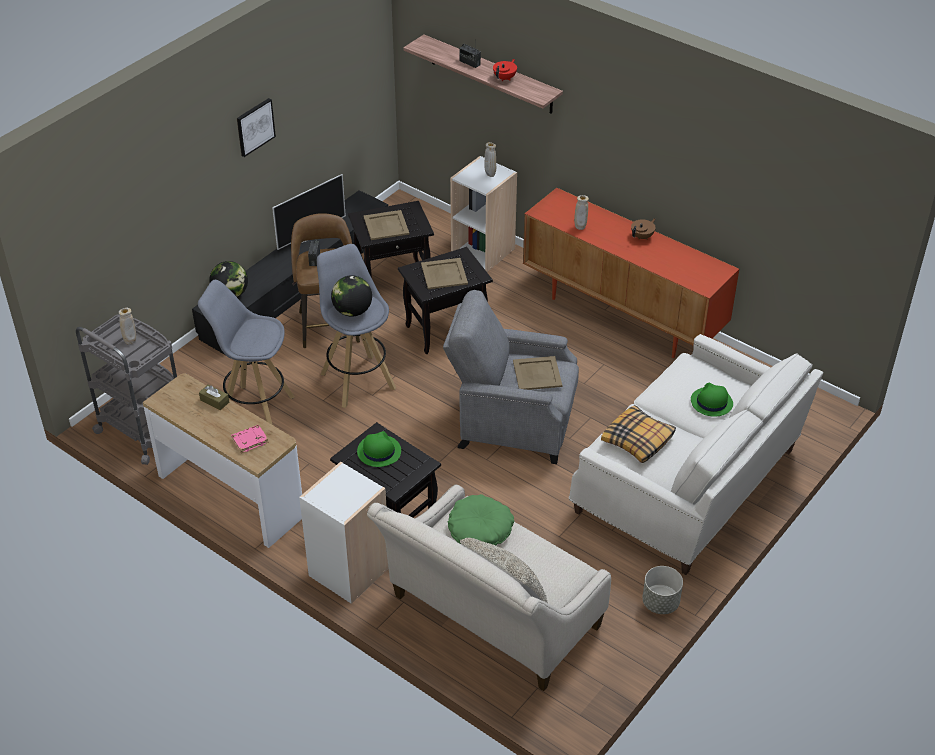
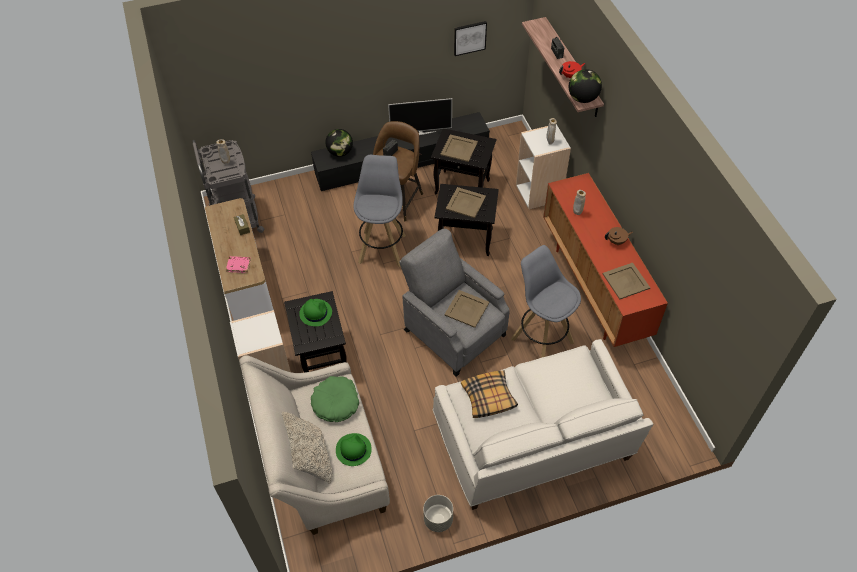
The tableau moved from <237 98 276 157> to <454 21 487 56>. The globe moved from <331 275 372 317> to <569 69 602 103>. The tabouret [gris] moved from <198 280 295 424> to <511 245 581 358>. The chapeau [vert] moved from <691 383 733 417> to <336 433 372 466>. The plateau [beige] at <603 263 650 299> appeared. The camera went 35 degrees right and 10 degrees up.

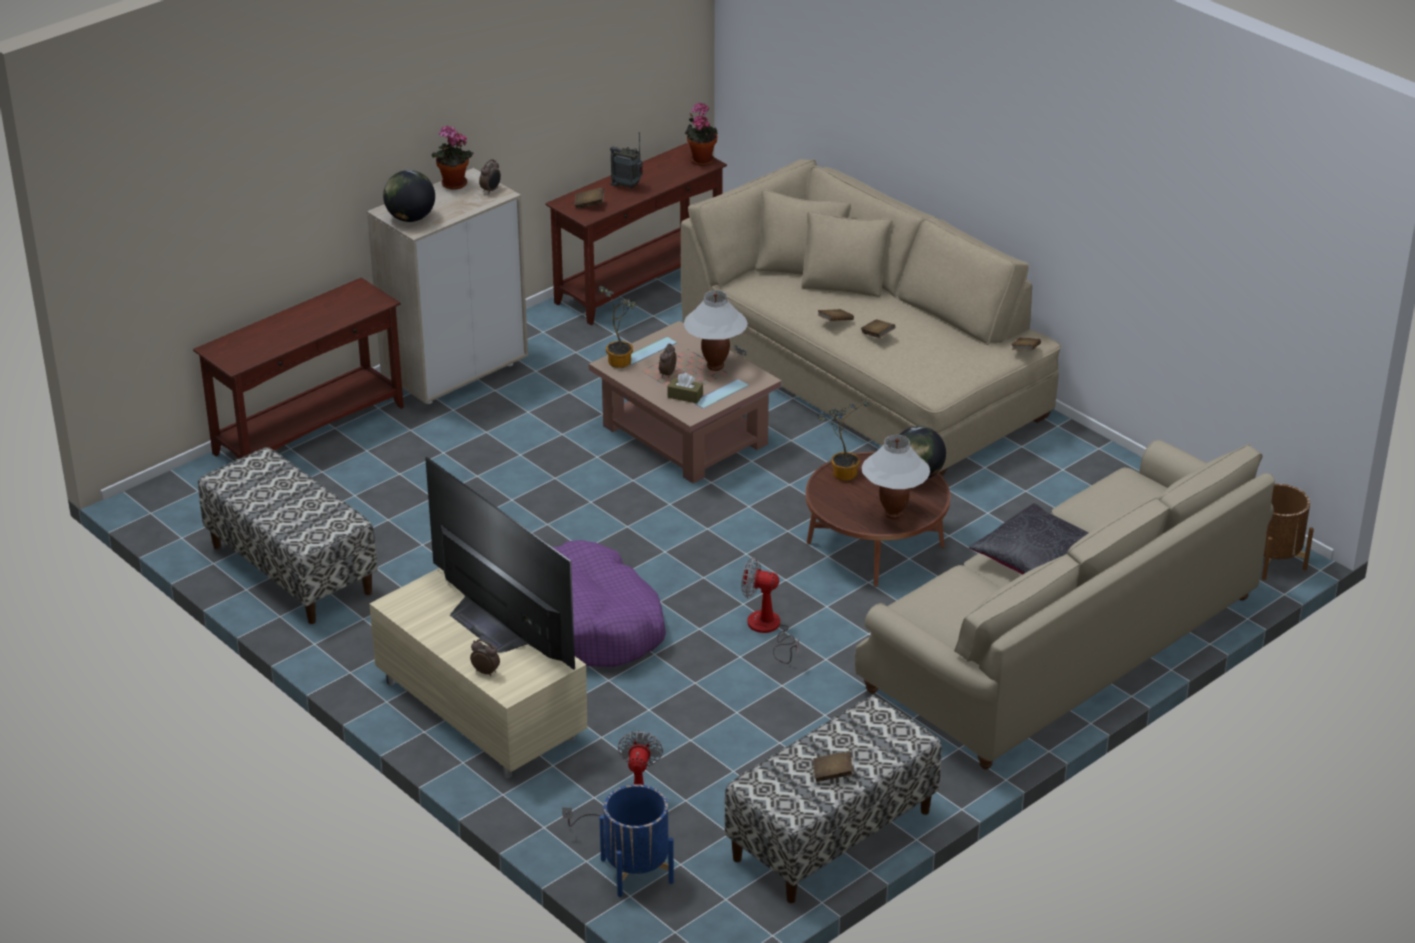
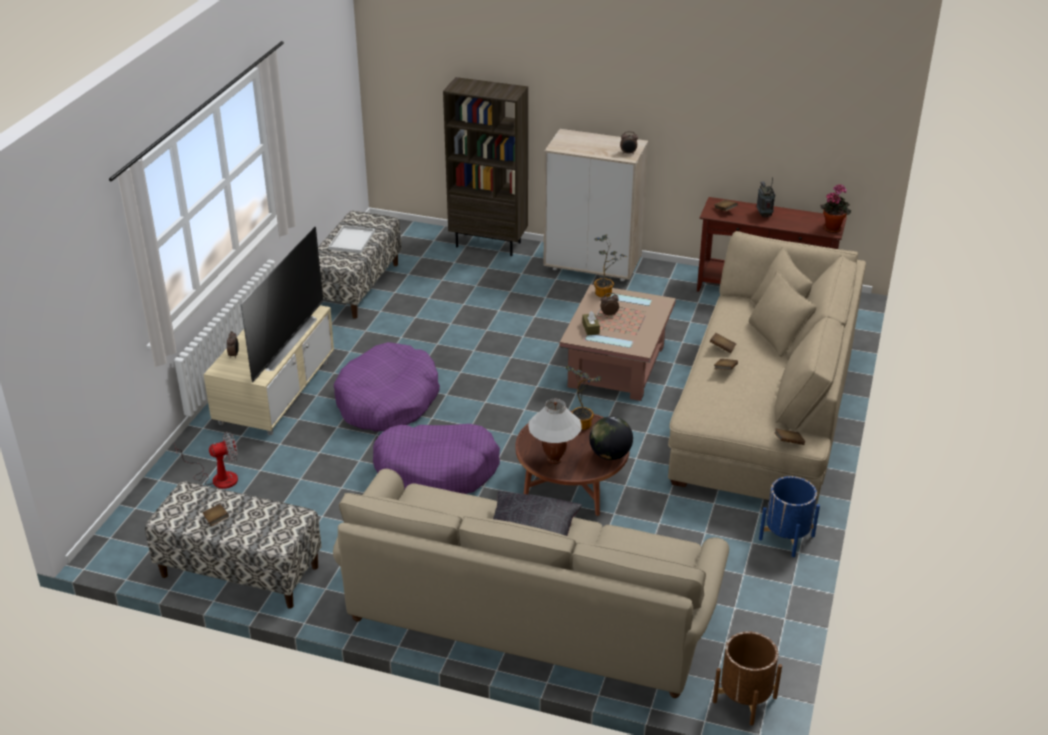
The plante en pot at <432 126 474 190> disappeared. The globe at <383 170 435 222> disappeared. The table console [marron] at <193 278 404 459> was replaced by the bibliothèque [marron] at <443 77 528 256>. The lampe de table [blanc] at <684 290 748 371> disappeared. The ventilateur at <741 558 799 664> was replaced by the panier pour chien [violet] at <373 424 500 494>. The cache-pot [bleu] moved from <600 784 674 897> to <759 476 820 557>. The plateau [blanc] at <328 225 375 253> appeared. The camera went 60 degrees right and 0 degrees up.

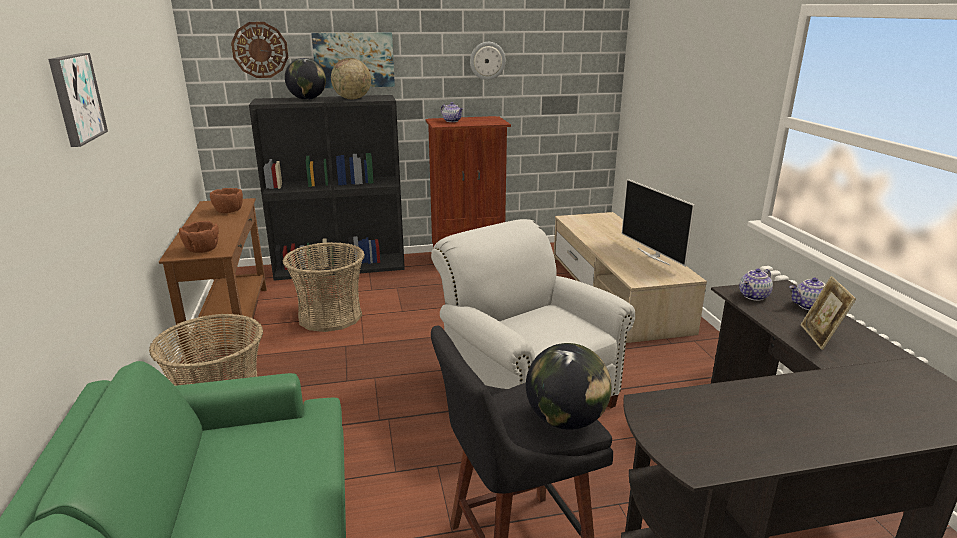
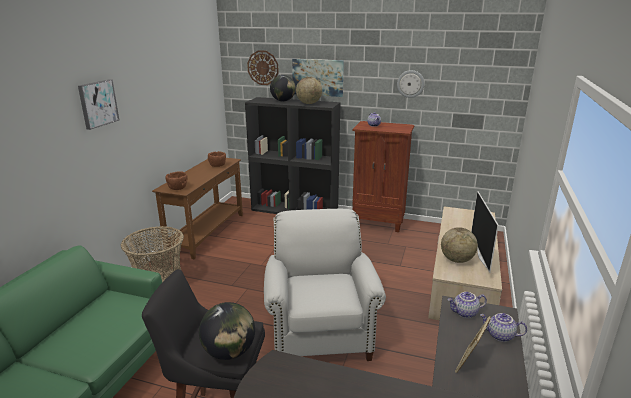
The panier at <283 242 365 332> disappeared. The globe at <441 227 478 263> appeared. The camera went 30 degrees right and 0 degrees up.

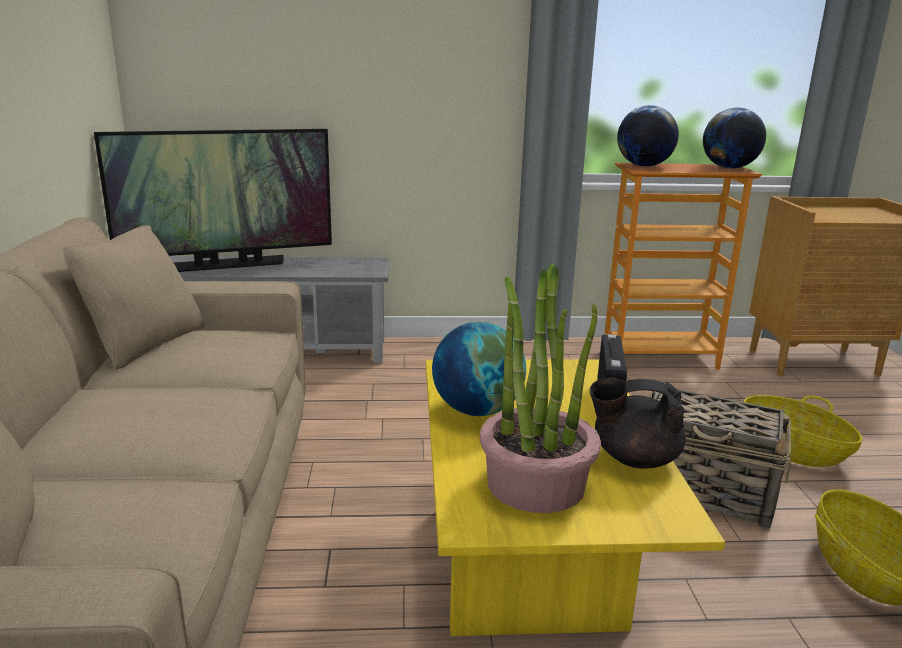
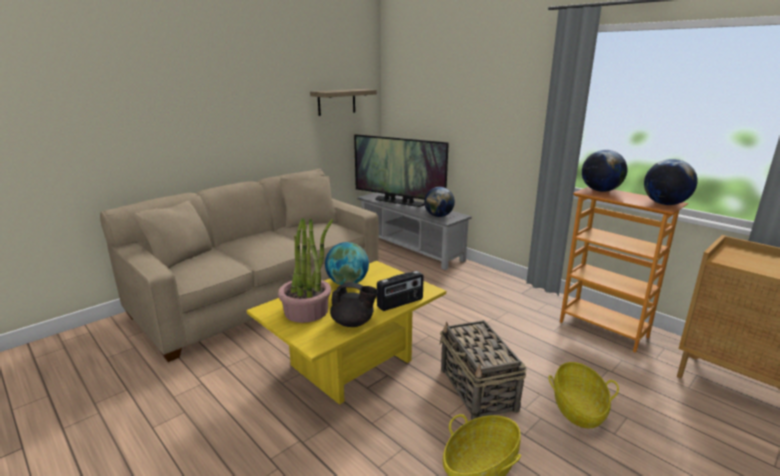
The théière [noir] at <590 378 686 469> turned 135 degrees clockwise. The étagère at <310 89 377 116> appeared. The globe at <424 187 455 217> appeared. The camera went 50 degrees right and 0 degrees up.

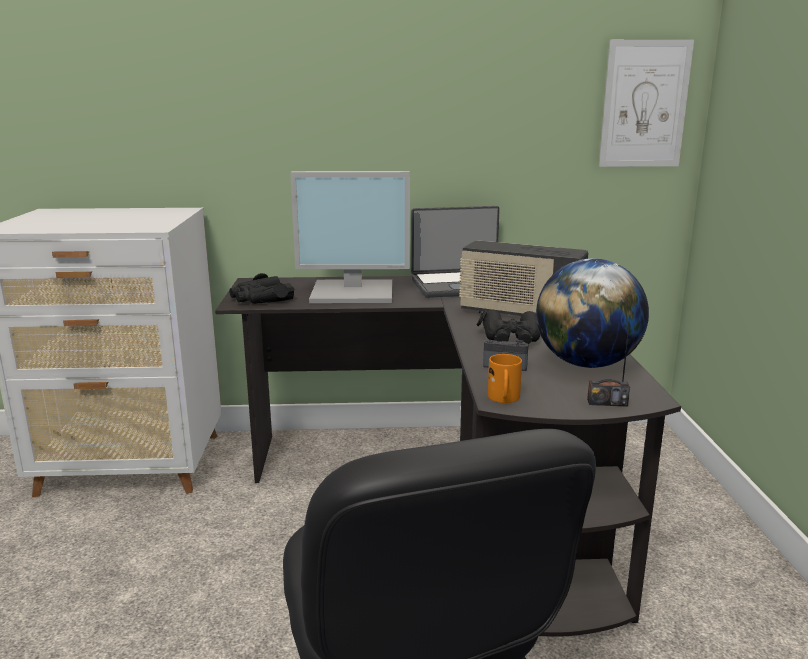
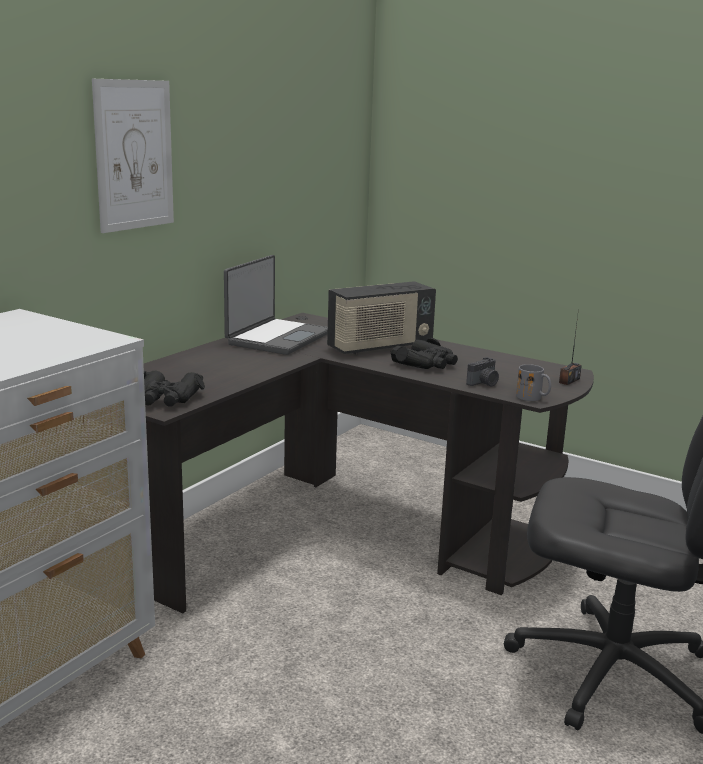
The tableau moved from <599 40 694 167> to <92 79 174 233>. The écran d'ordinateur at <290 171 410 303> disappeared. The globe at <536 258 649 368> disappeared. The mug [orange] at <488 354 522 403> became the mug [gris] at <516 364 551 401>. The camera went 55 degrees left and 0 degrees up.

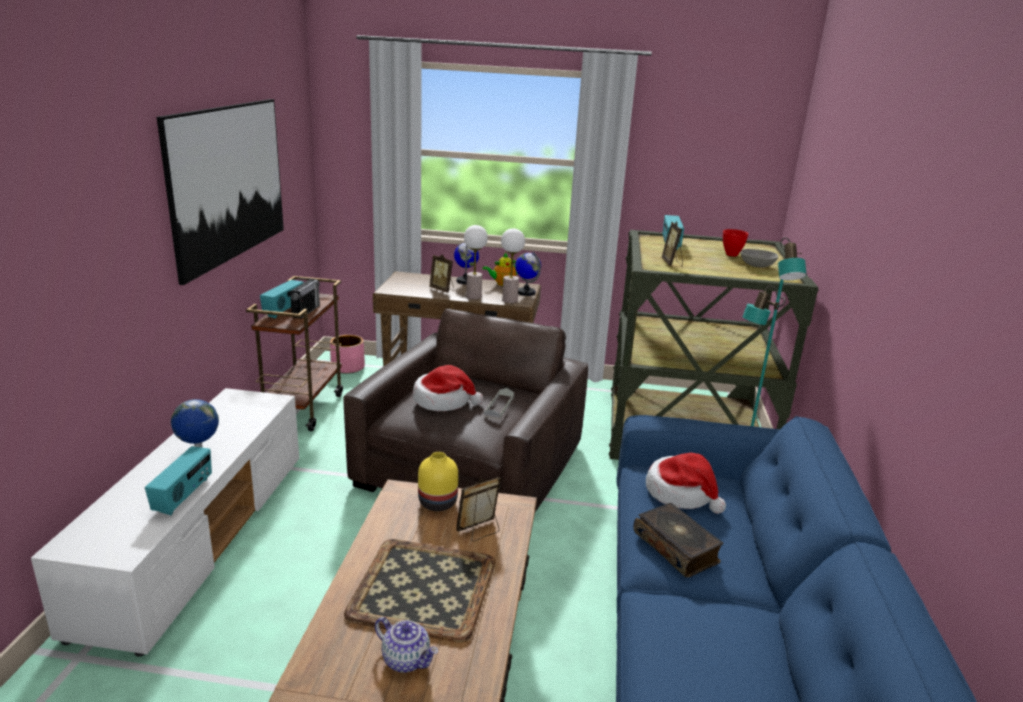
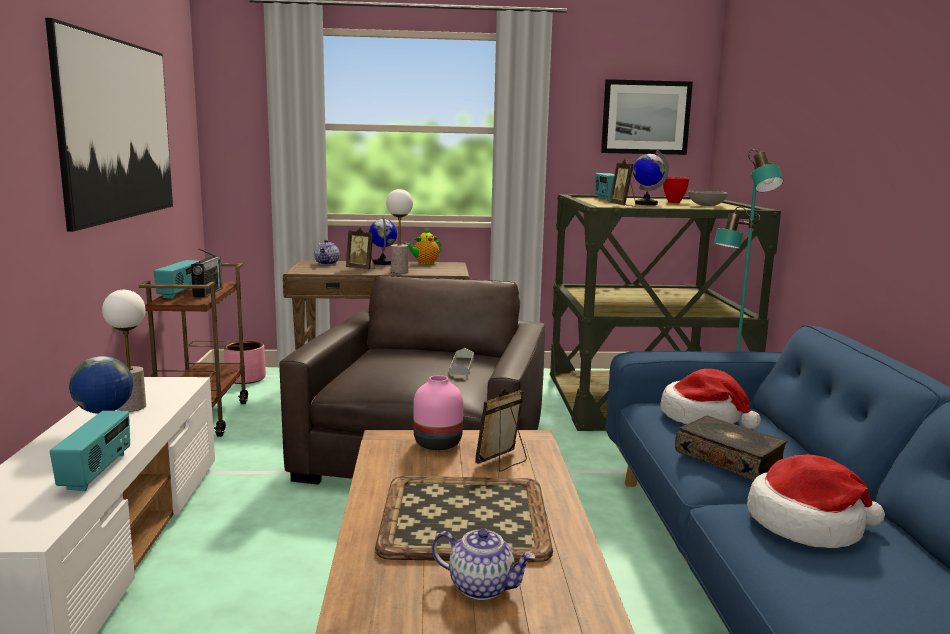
The lampe de table moved from <501 228 525 303> to <102 290 146 412>. The globe moved from <515 251 541 296> to <633 150 669 205>. The chapeau moved from <413 365 483 411> to <747 455 885 548>. The vase [jaune] at <418 452 458 511> became the vase [rose] at <413 375 463 450>. The tableau at <601 79 693 155> appeared. The théière at <314 239 340 265> appeared. The camera went 10 degrees left and 10 degrees down.

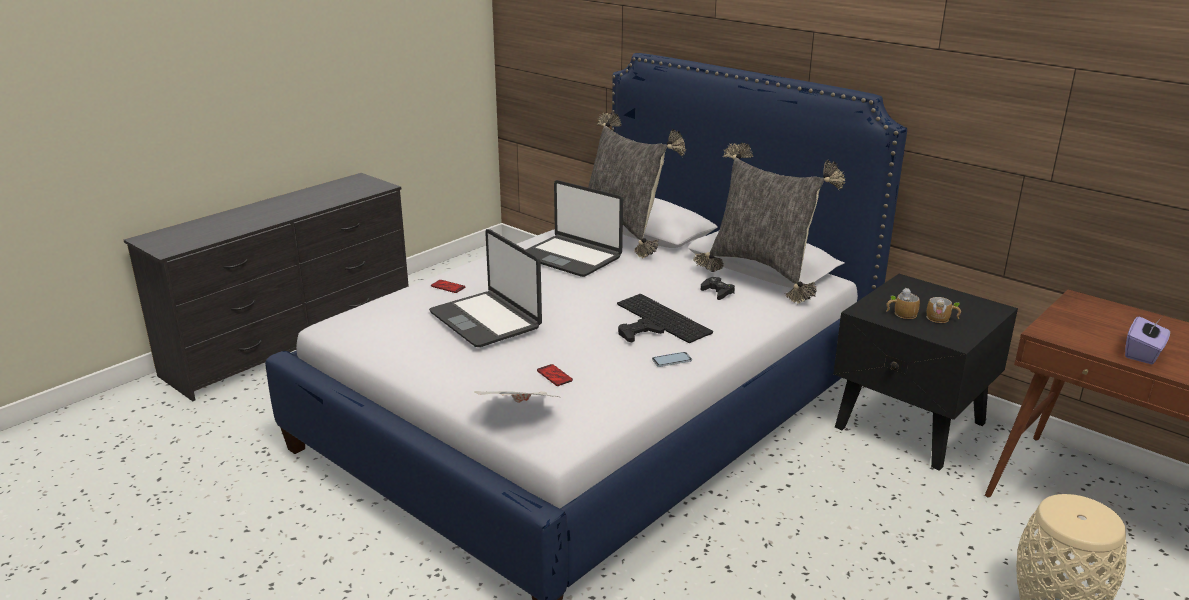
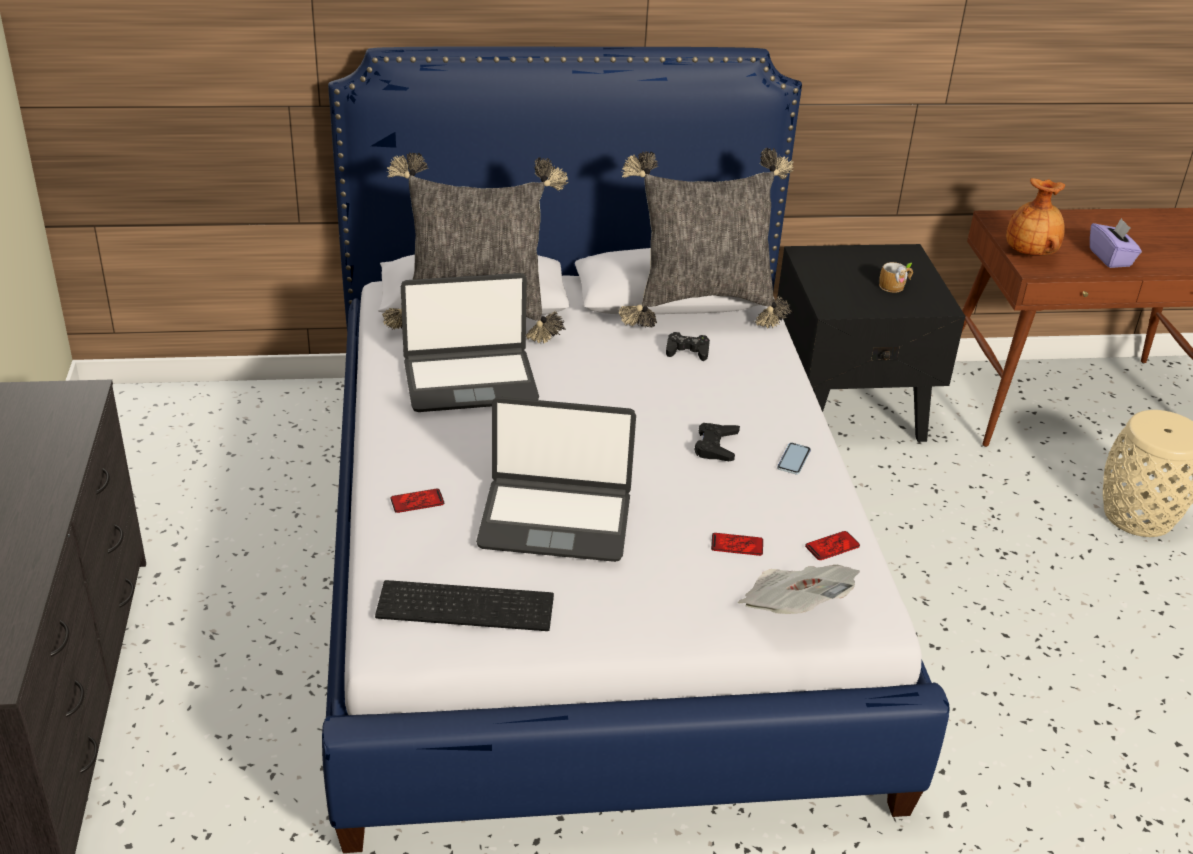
The mug at <886 288 920 319> disappeared. The clavier moved from <617 294 713 343> to <375 580 554 631>. The vase [marron] at <1006 178 1065 256> appeared. The téléphone at <805 531 860 560> appeared. The camera went 50 degrees left and 10 degrees up.

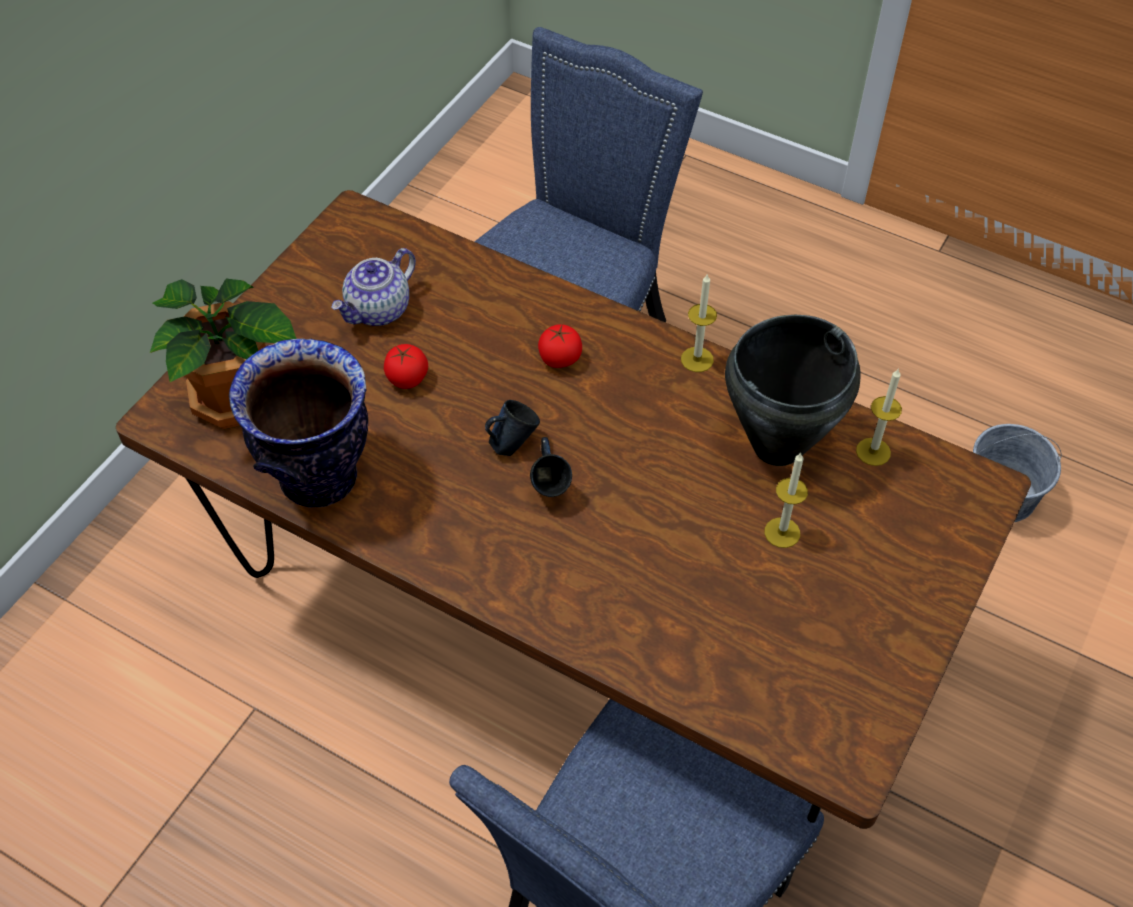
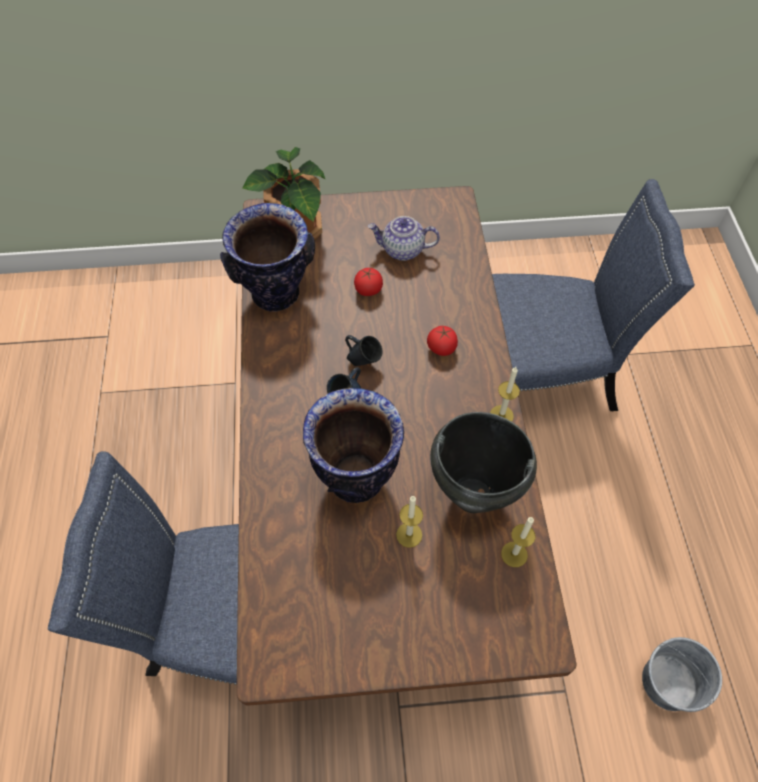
The vase at <303 388 404 503> appeared. The camera went 55 degrees right and 5 degrees up.

